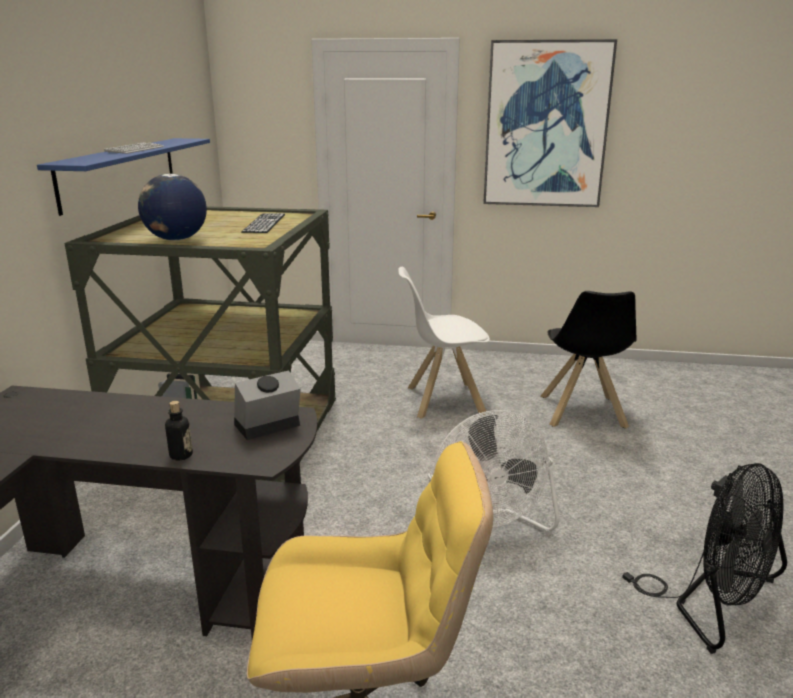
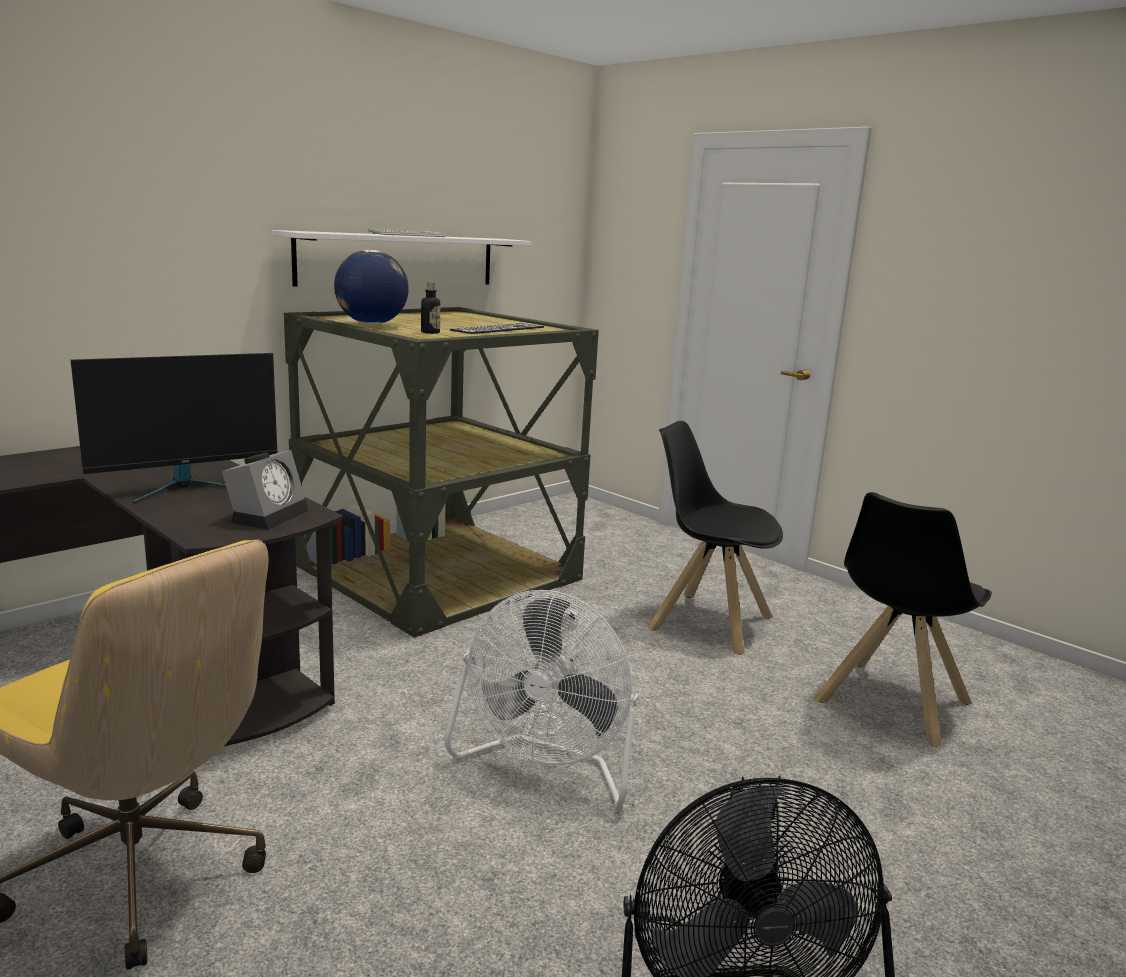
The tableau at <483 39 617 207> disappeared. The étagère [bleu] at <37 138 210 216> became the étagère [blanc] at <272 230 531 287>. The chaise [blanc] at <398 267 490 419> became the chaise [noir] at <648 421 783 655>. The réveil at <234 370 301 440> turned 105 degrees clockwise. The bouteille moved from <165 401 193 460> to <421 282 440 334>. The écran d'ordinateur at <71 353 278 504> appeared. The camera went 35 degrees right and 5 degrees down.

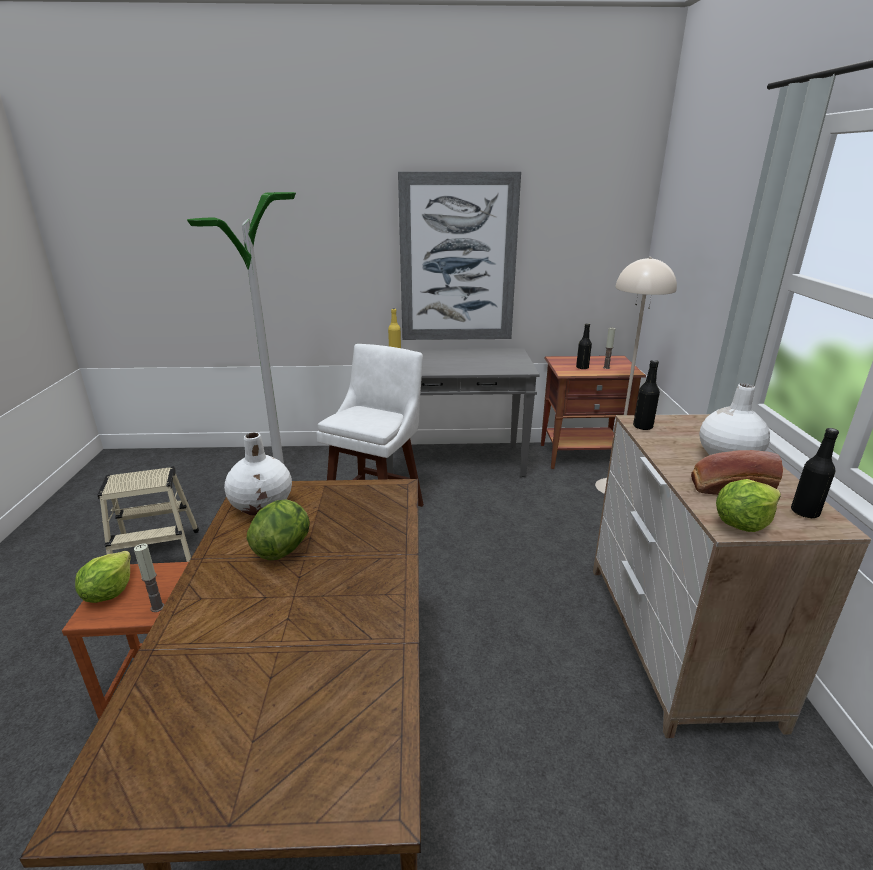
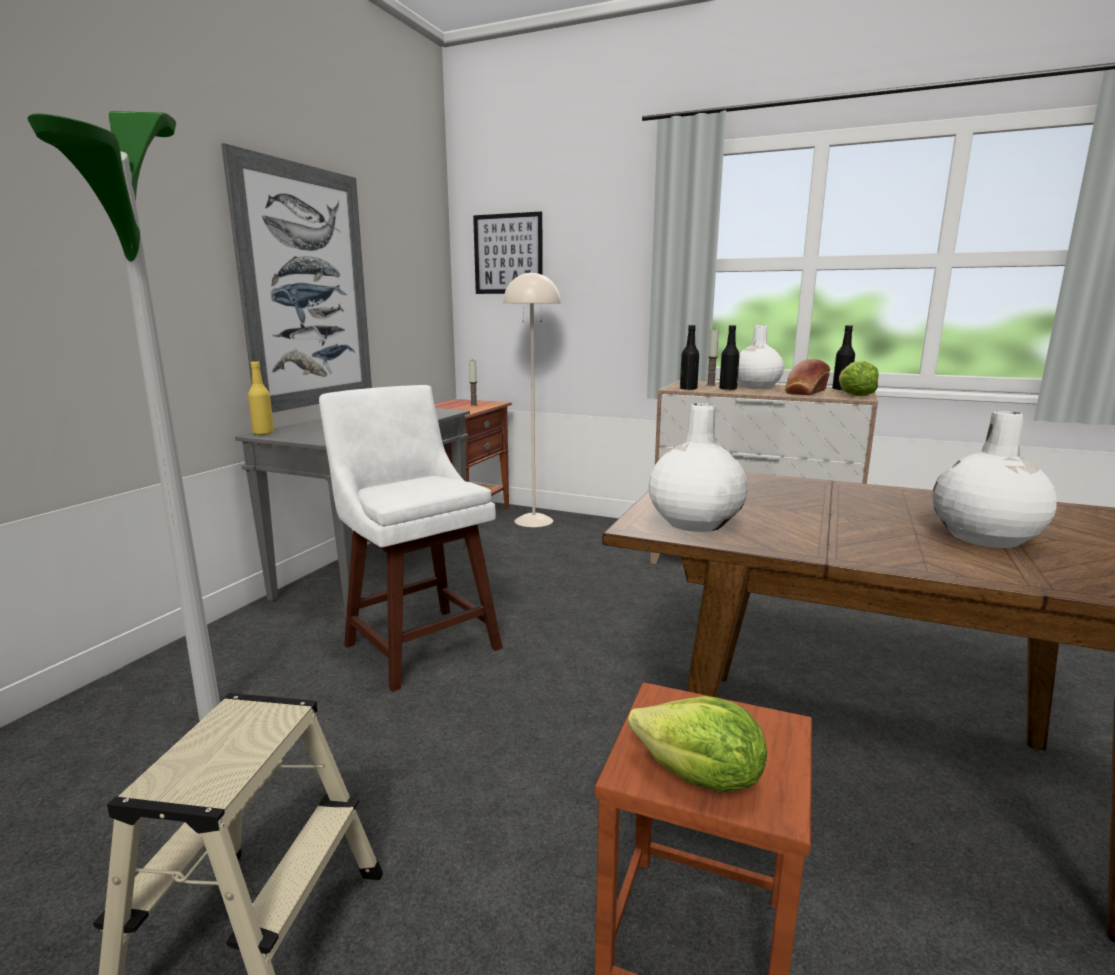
The bouteille [noir] moved from <576 323 592 369> to <719 325 740 390>. The laitue at <247 499 310 560> disappeared. The bougie moved from <134 543 164 612> to <706 330 719 386>. The tableau at <473 212 543 294> appeared. The vase [blanc] at <932 411 1057 548> appeared. The camera went 65 degrees left and 10 degrees down.

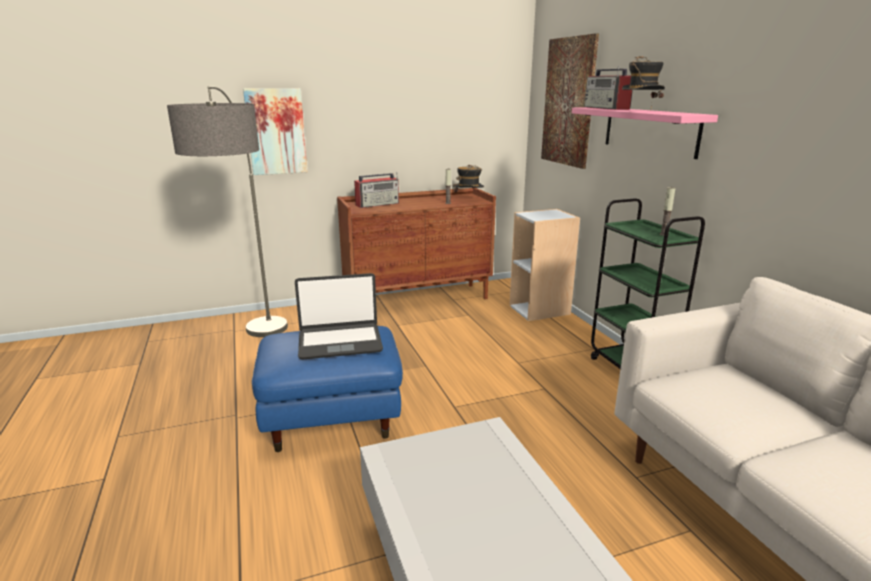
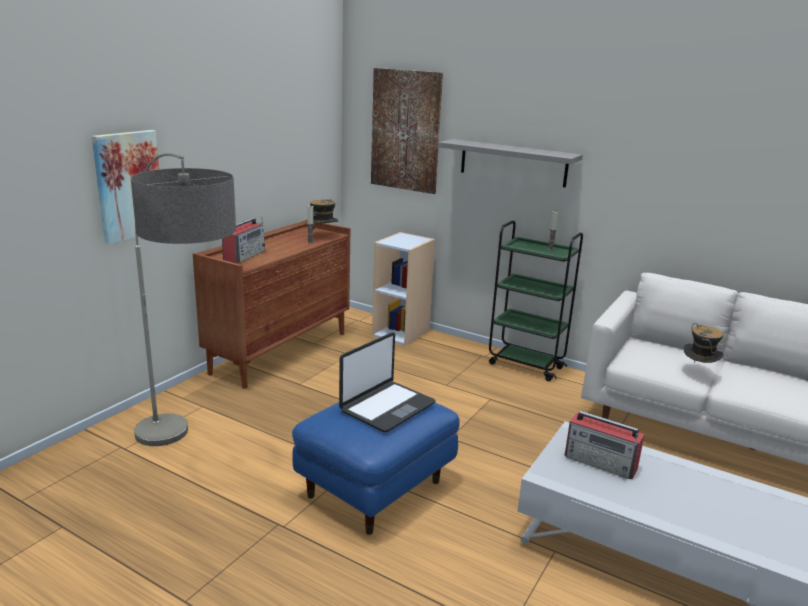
The chapeau moved from <622 56 665 105> to <683 323 724 364>. The radio moved from <585 66 633 110> to <565 411 645 479>. The étagère [rose] at <572 107 718 159> became the étagère [gris] at <438 139 583 187>. The camera went 40 degrees left and 0 degrees up.

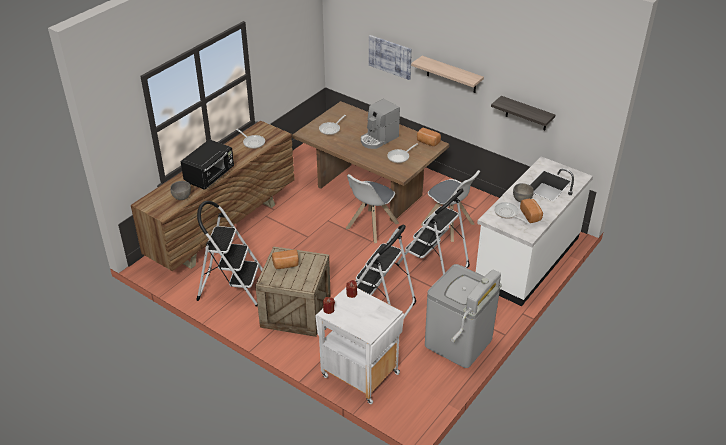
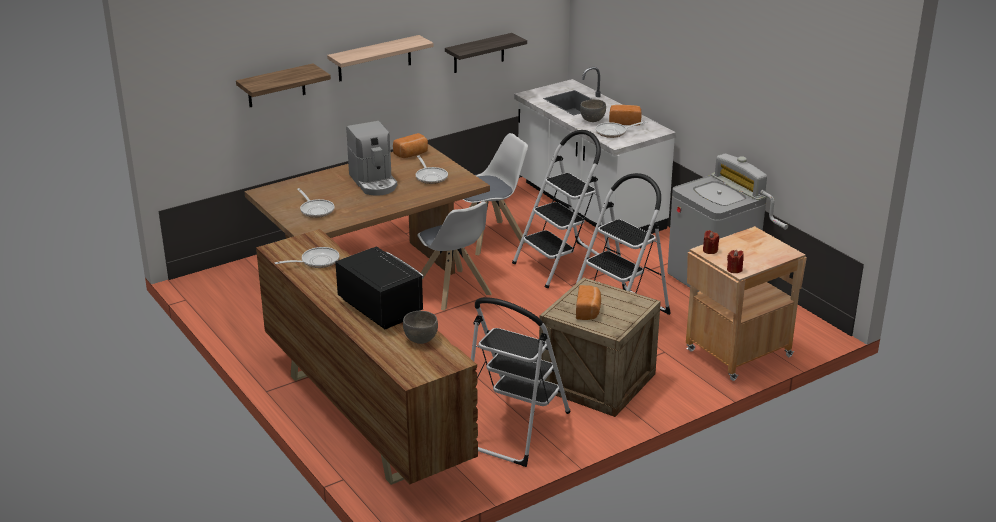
The tableau at <369 35 412 80> was replaced by the étagère at <236 64 331 107>. The chariot [blanc] at <315 287 404 404> became the chariot [marron] at <686 226 807 381>. The camera went 70 degrees left and 10 degrees down.

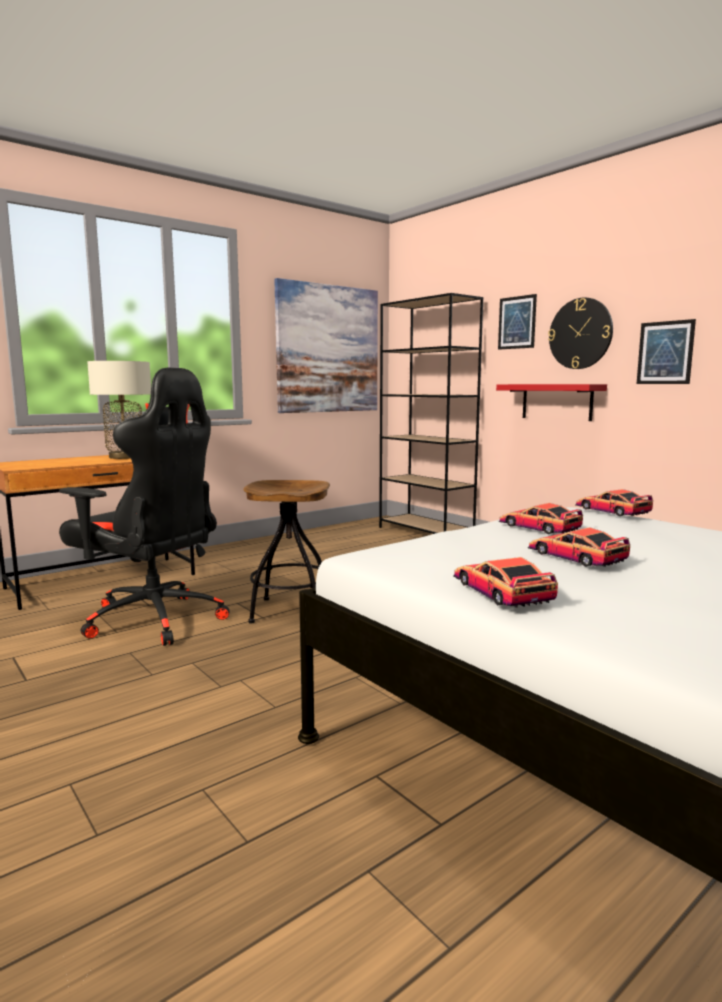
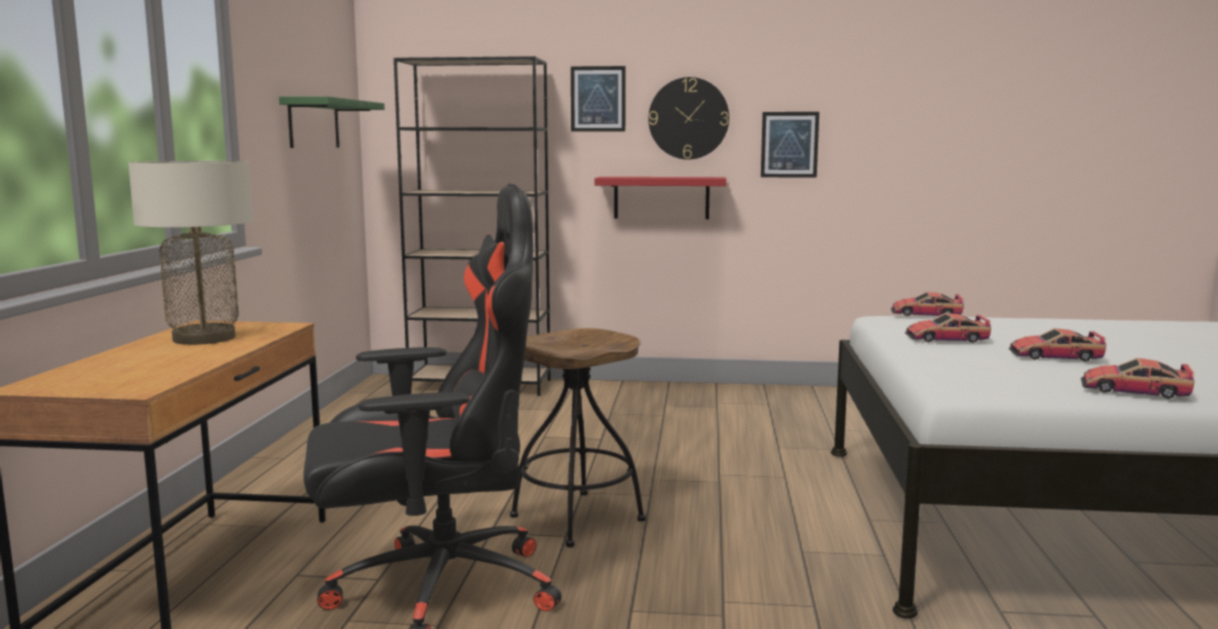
The tableau at <274 278 378 413> was replaced by the étagère [vert] at <279 96 385 148>. The camera went 45 degrees left and 0 degrees up.

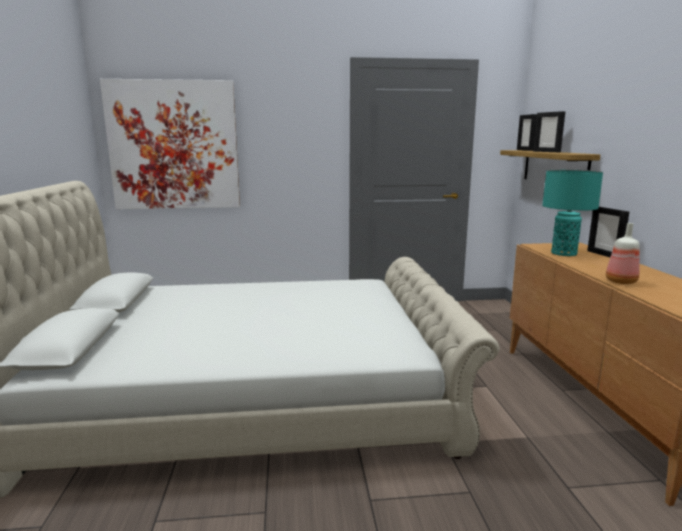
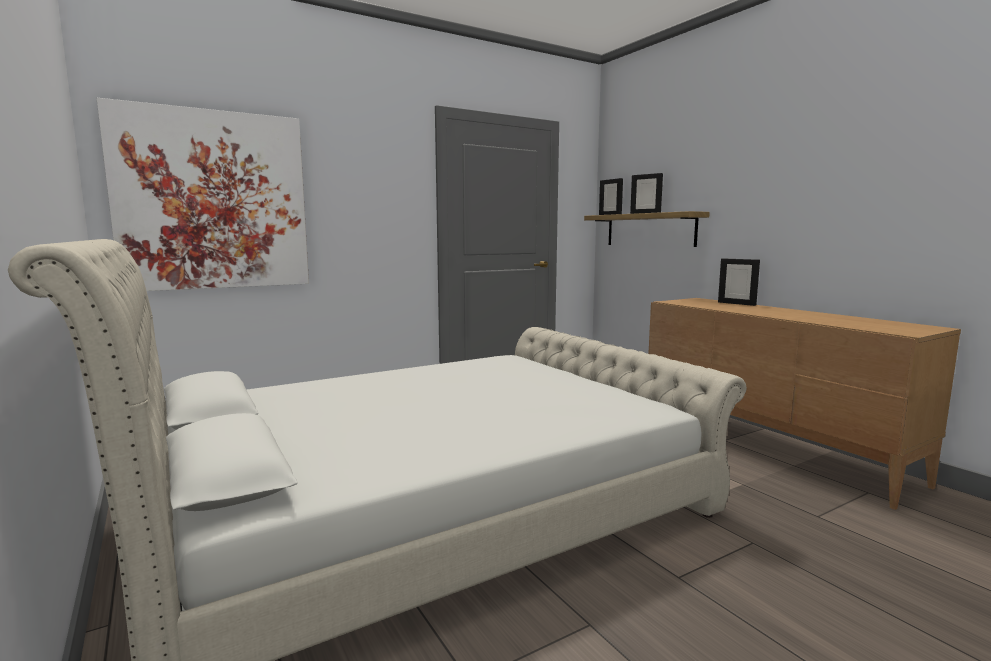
The lampe de table [turquoise] at <542 170 603 256> disappeared. The bouteille at <606 223 639 284> disappeared. The camera went 25 degrees left and 5 degrees down.

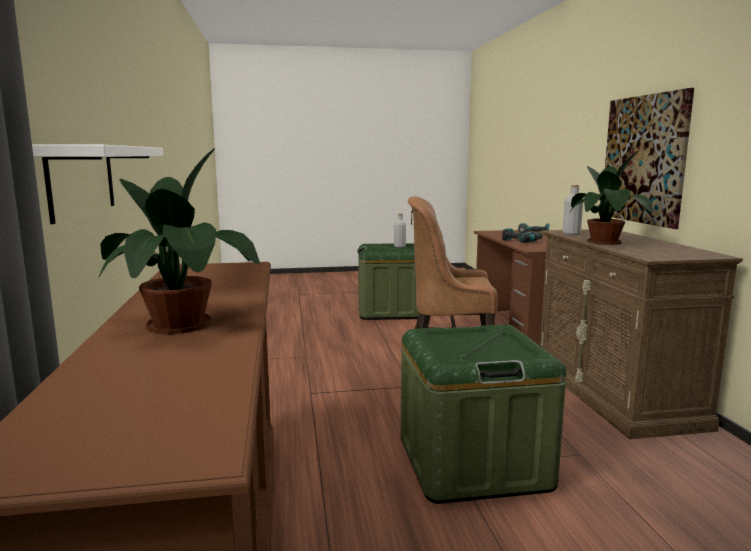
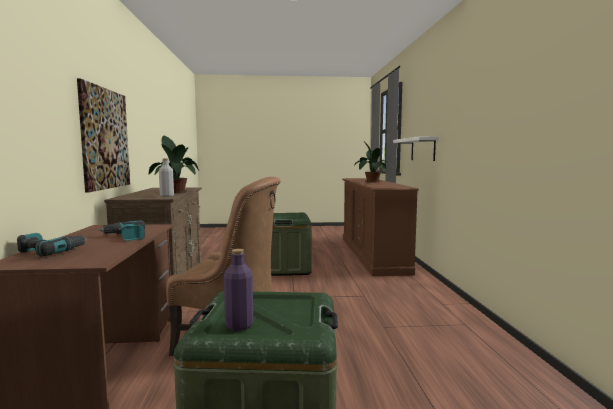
The bouteille [gris] at <394 213 406 248> became the bouteille [violet] at <224 249 253 331>. The camera went 175 degrees left and 5 degrees down.

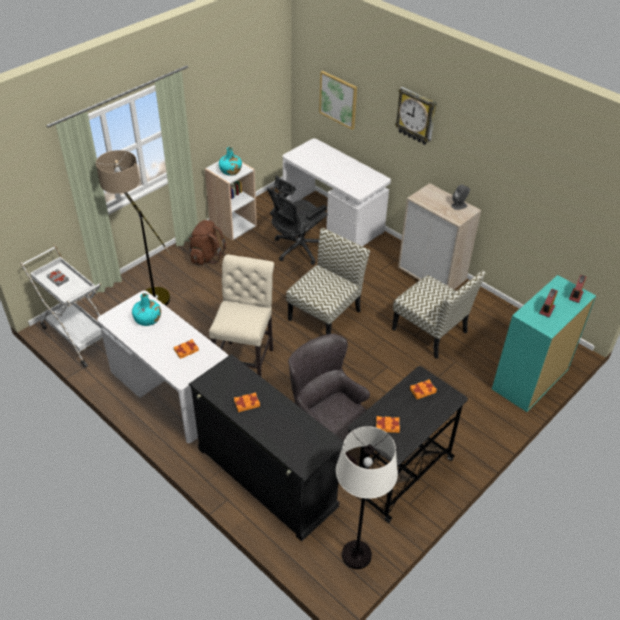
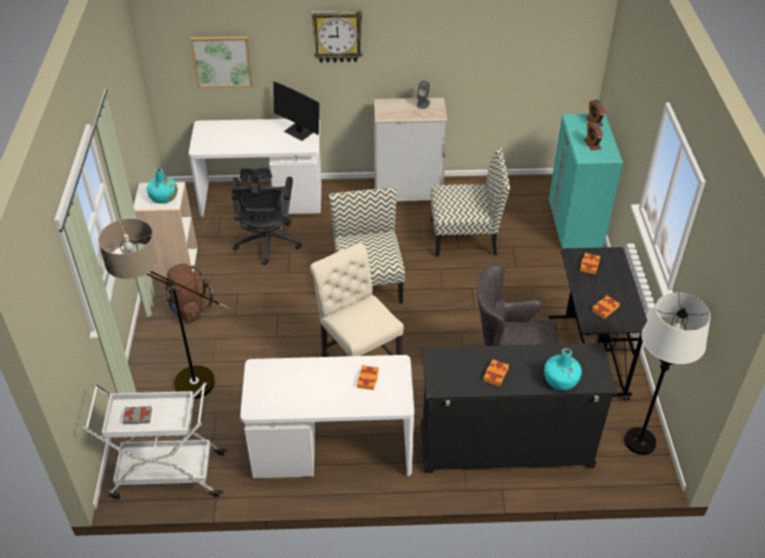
The bouteille [turquoise] moved from <132 293 161 326> to <544 348 582 391>. The écran d'ordinateur at <273 81 319 141> appeared. The camera went 45 degrees left and 0 degrees up.

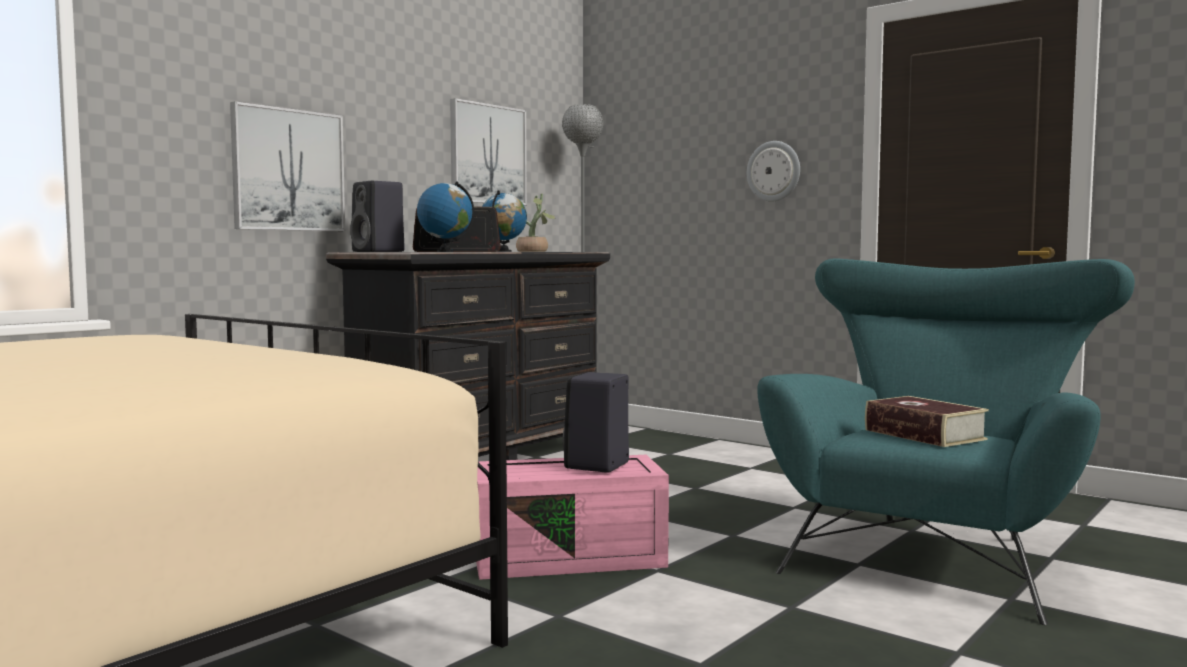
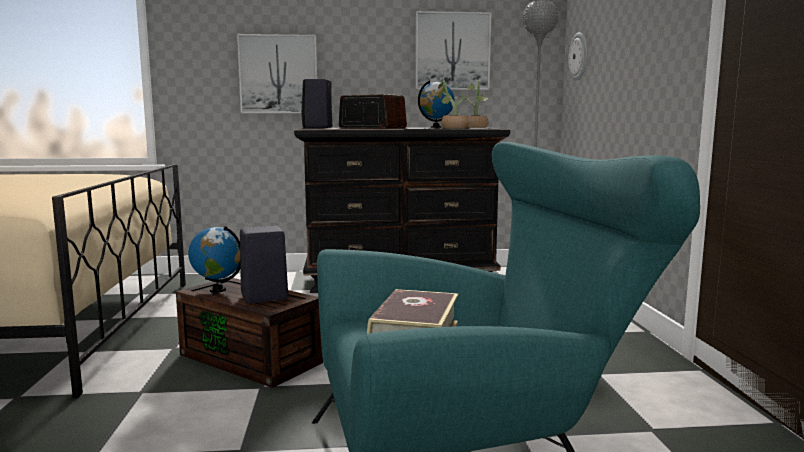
The horloge murale moved from <747 141 800 201> to <569 32 587 81>. The globe moved from <417 181 474 252> to <188 226 240 293>. The boîte de rangement [rose] at <476 455 669 580> became the boîte de rangement [marron] at <176 278 323 388>. The plante en pot at <433 78 469 128> appeared. The camera went 45 degrees right and 5 degrees up.

